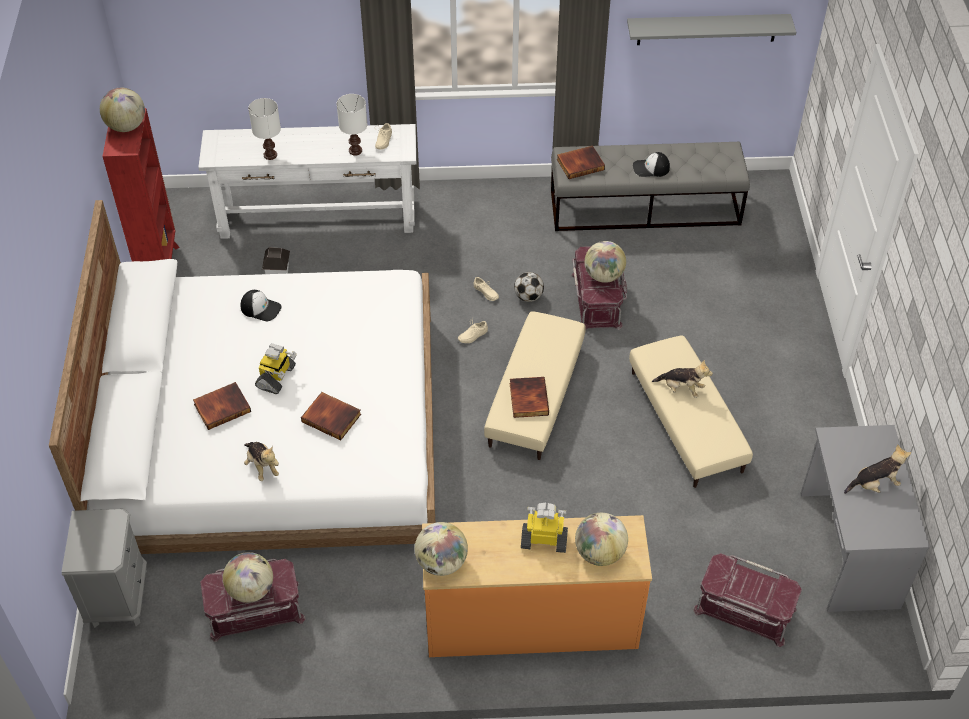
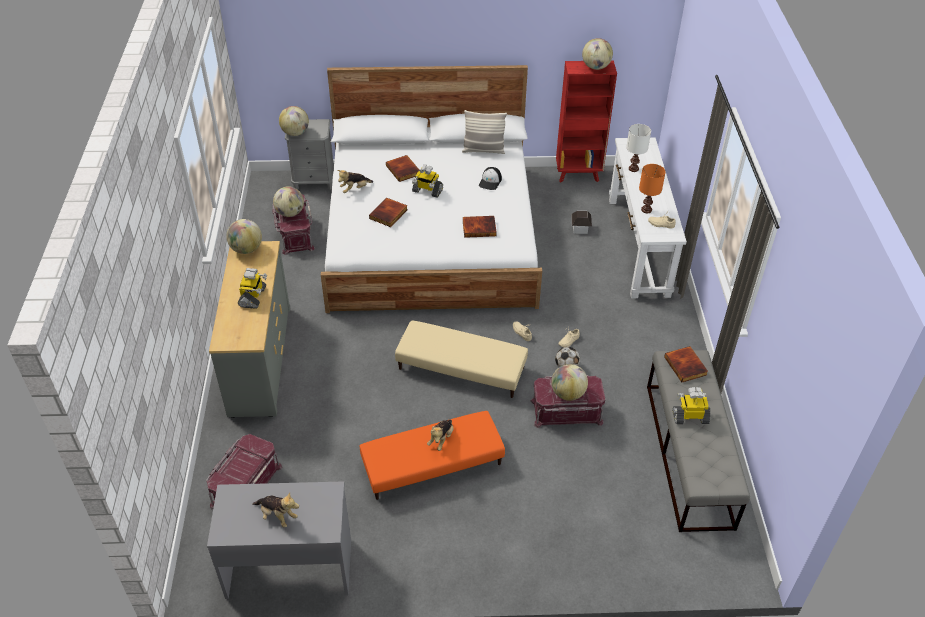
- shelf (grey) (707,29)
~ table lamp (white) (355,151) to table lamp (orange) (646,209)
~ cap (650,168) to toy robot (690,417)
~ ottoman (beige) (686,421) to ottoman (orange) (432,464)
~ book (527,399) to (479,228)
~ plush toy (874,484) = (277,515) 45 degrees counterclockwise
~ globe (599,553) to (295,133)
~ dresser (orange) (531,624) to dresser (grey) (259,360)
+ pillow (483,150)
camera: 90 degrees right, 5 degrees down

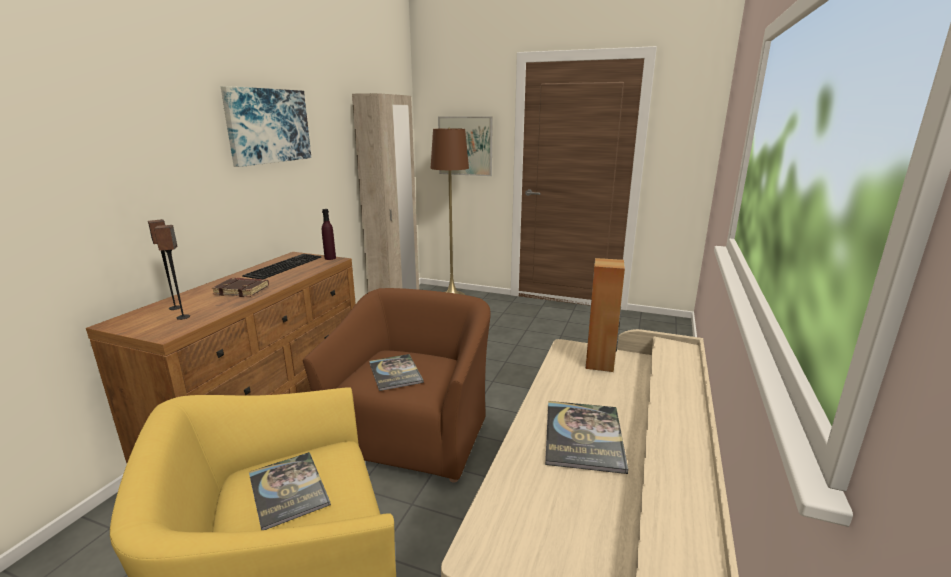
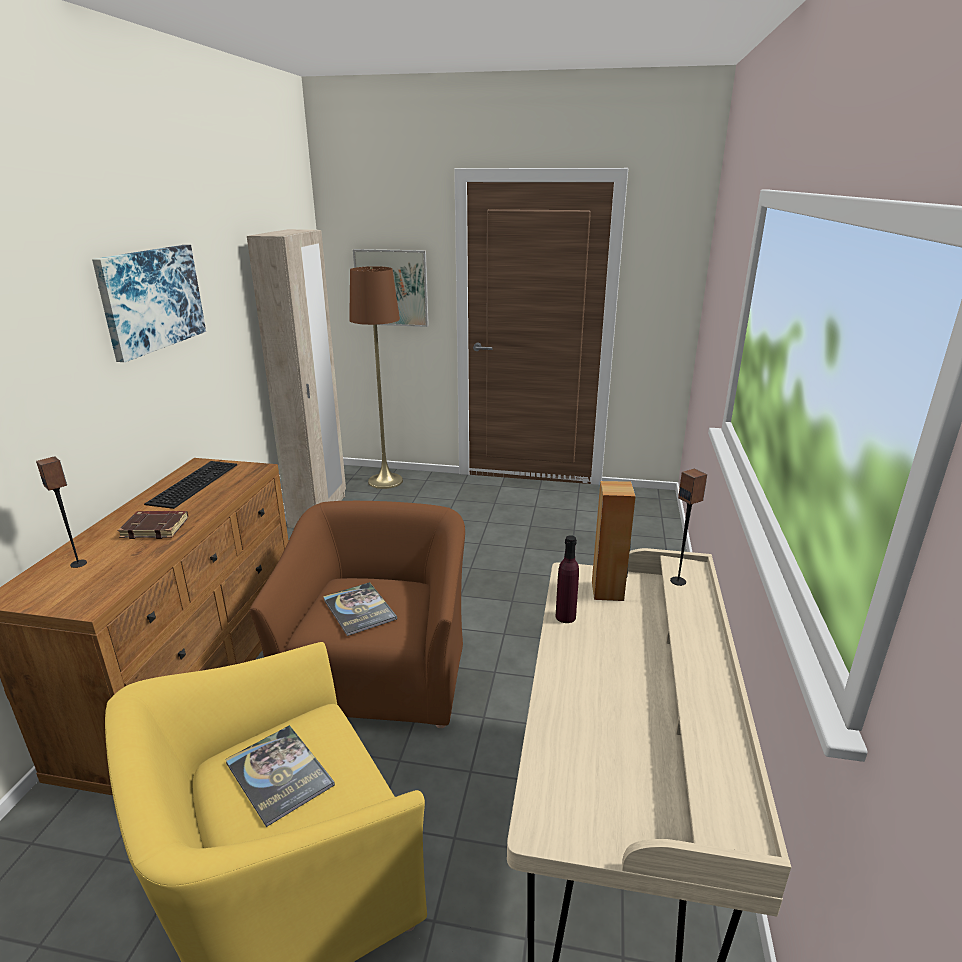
~ bottle (purple) (330,258) to (565,617)
~ speaker (183,317) to (678,581)
- book (583,436)
camera: 10 degrees left, 5 degrees up

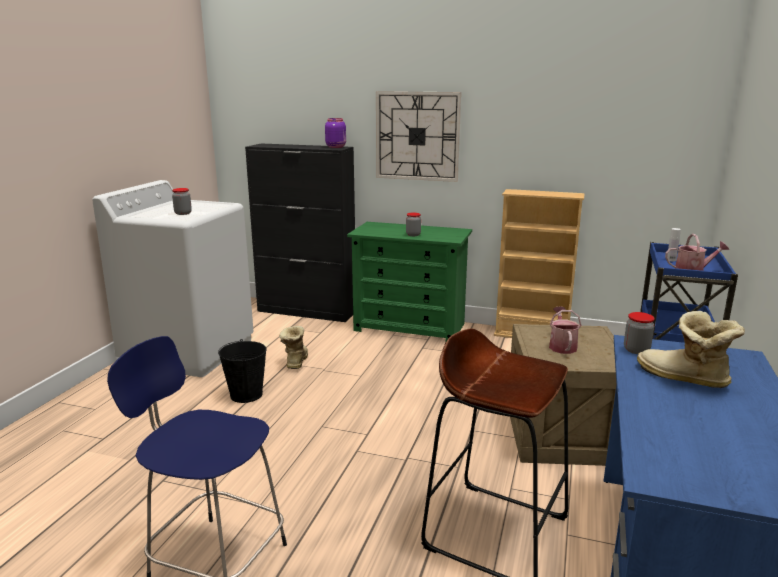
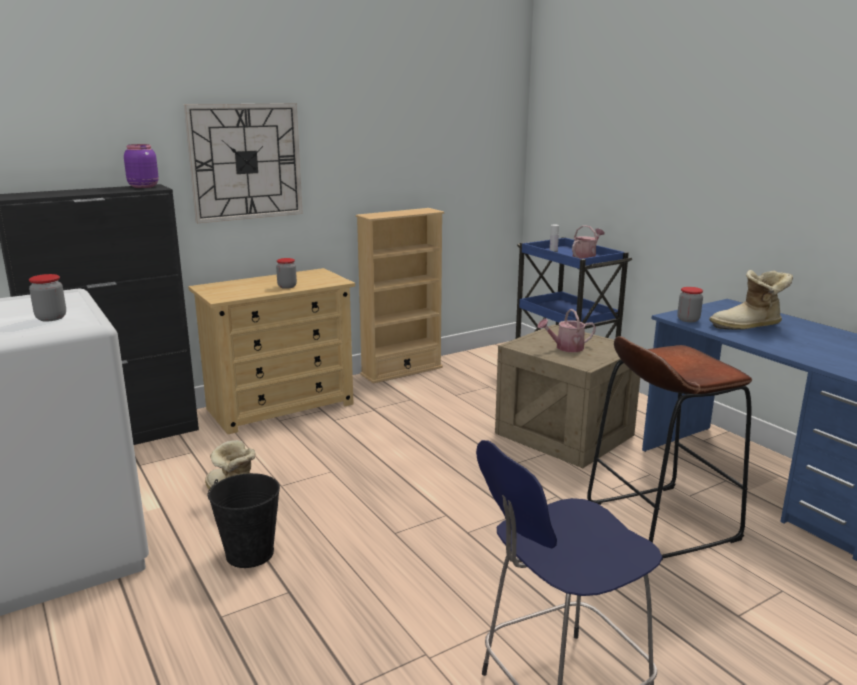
~ dresser (green) (410,327) to dresser (beige) (281,406)
~ watering can (562,346) = (566,348) 60 degrees counterclockwise
camera: 50 degrees left, 0 degrees up

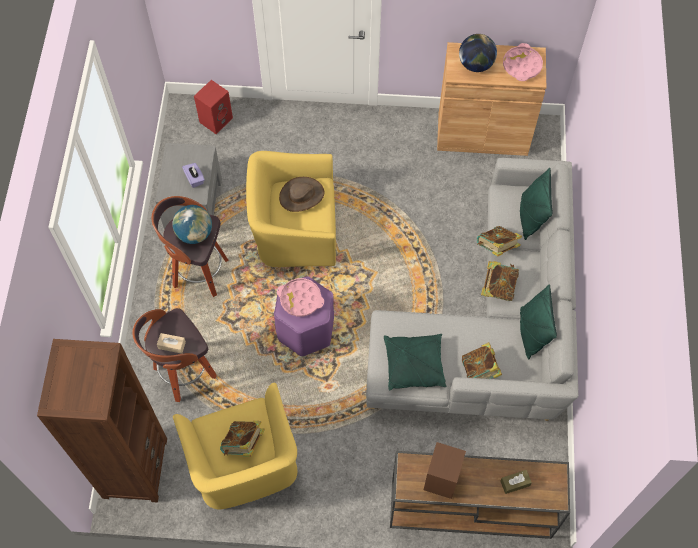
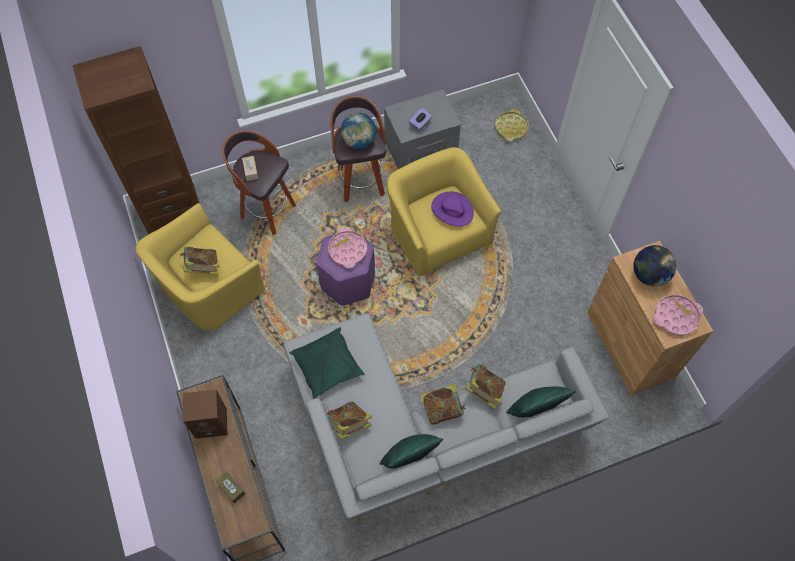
~ speaker (red) (216,119) to tray (yellow) (511,128)
~ hat (brown) (301,195) to hat (purple) (452,210)
camera: 65 degrees right, 0 degrees up

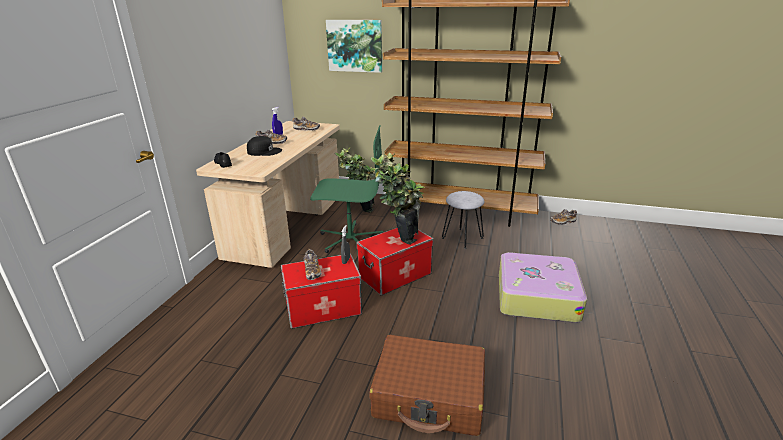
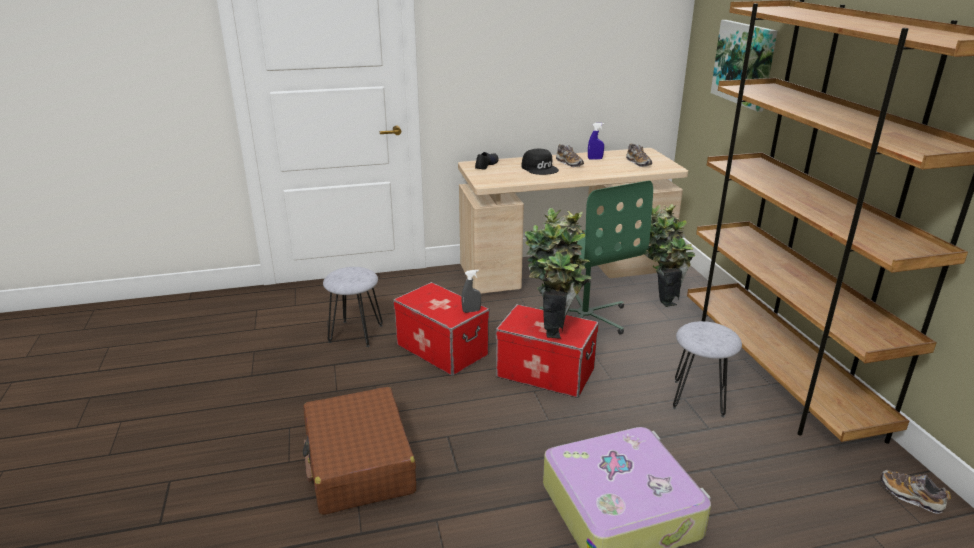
- shoe (312,271)
+ stool (grey) (356,333)
camera: 60 degrees right, 0 degrees up

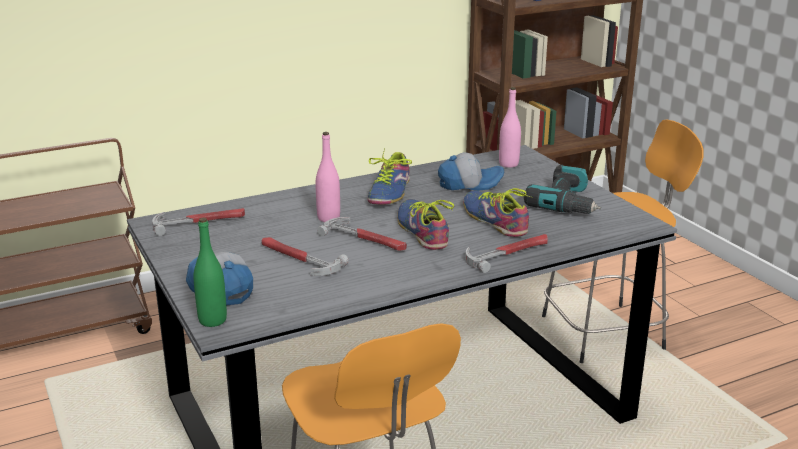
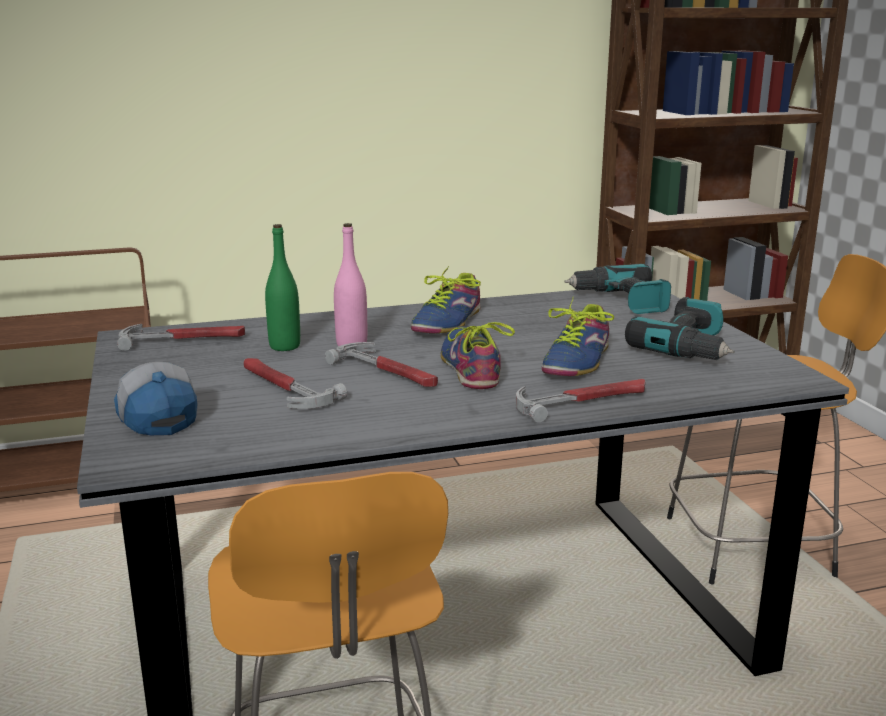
~ bottle (pink) (508,164) to power drill (621,301)
- cap (469,183)
~ shoe (494,220) = (577,361) 135 degrees counterclockwise
~ bottle (green) (212,320) to (284,346)
camera: 10 degrees right, 5 degrees down

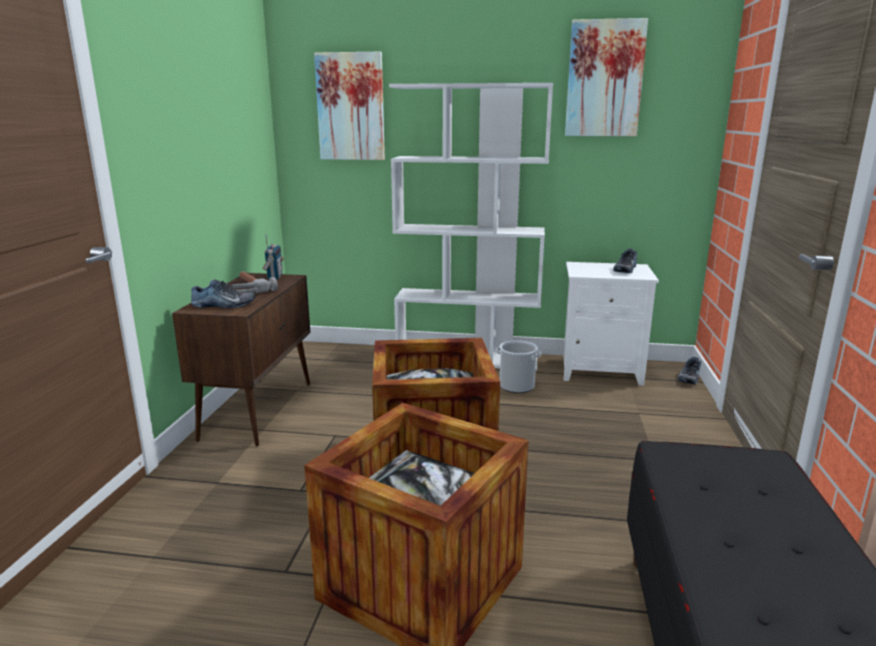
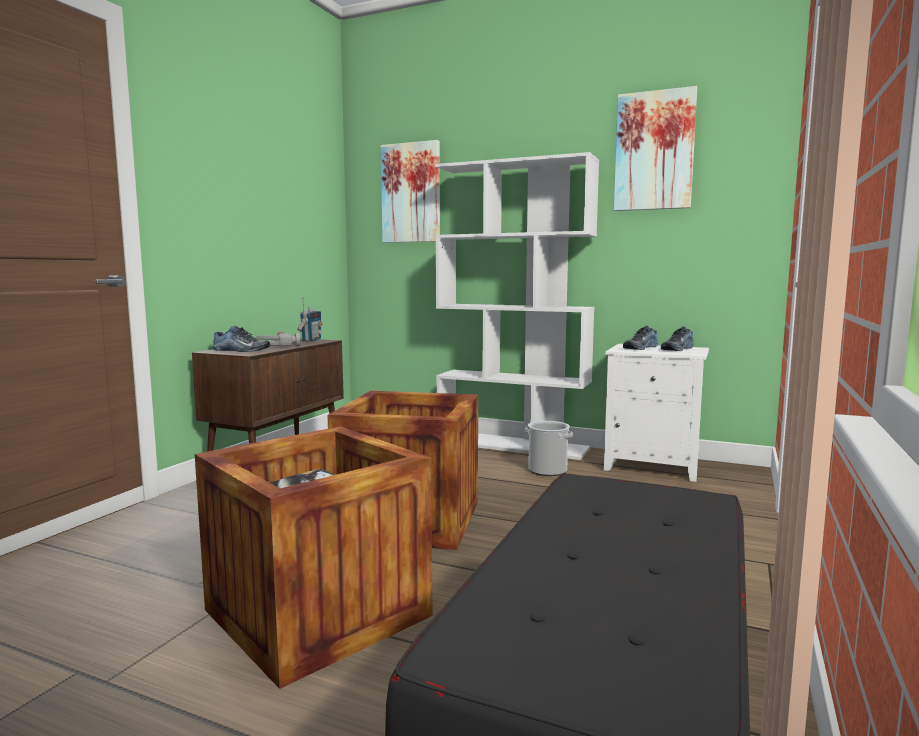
~ shoe (688,377) to (639,348)
camera: 15 degrees right, 10 degrees down

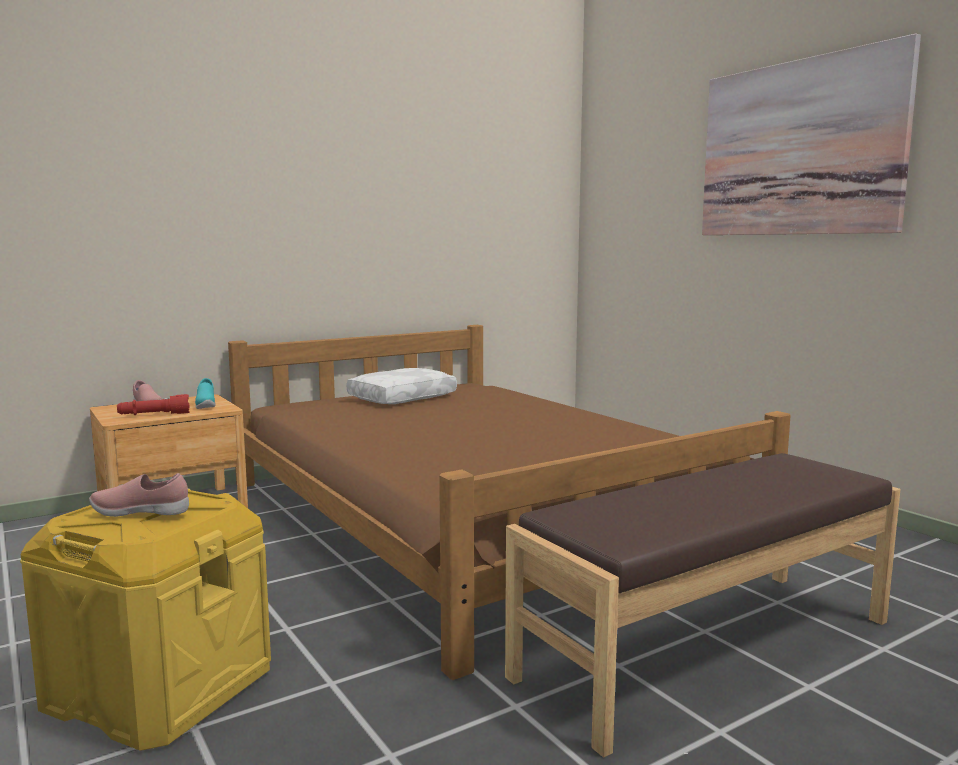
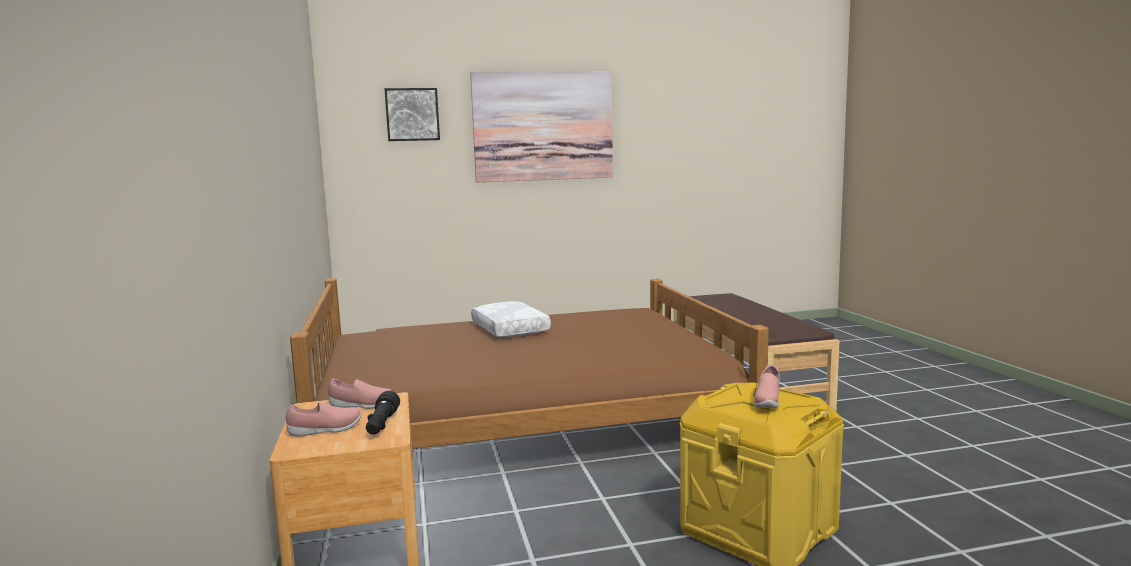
~ pillow (white) (402,397) to (508,329)
~ shoe (turquoise) (205,405) to shoe (pink) (361,405)
~ flashlight (red) (154,415) to flashlight (black) (382,424)
+ picture (412,114)
camera: 70 degrees left, 0 degrees up

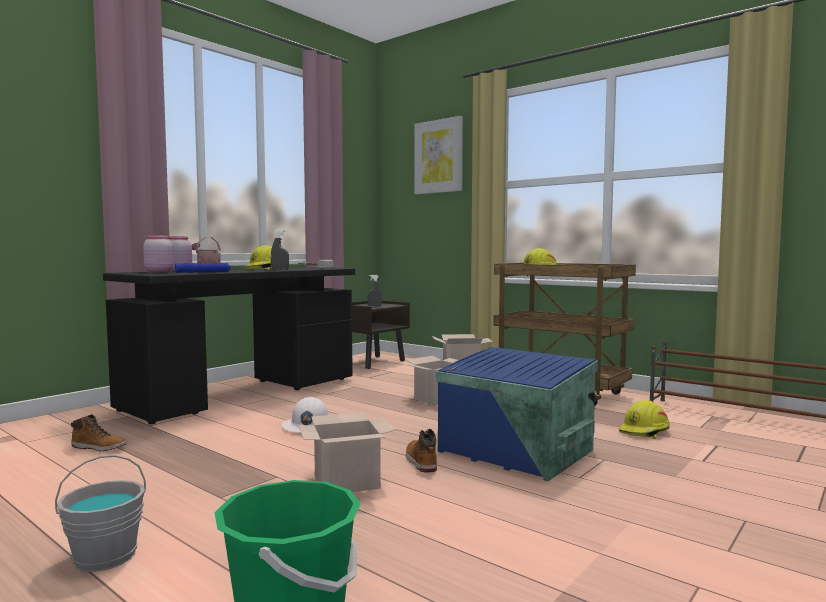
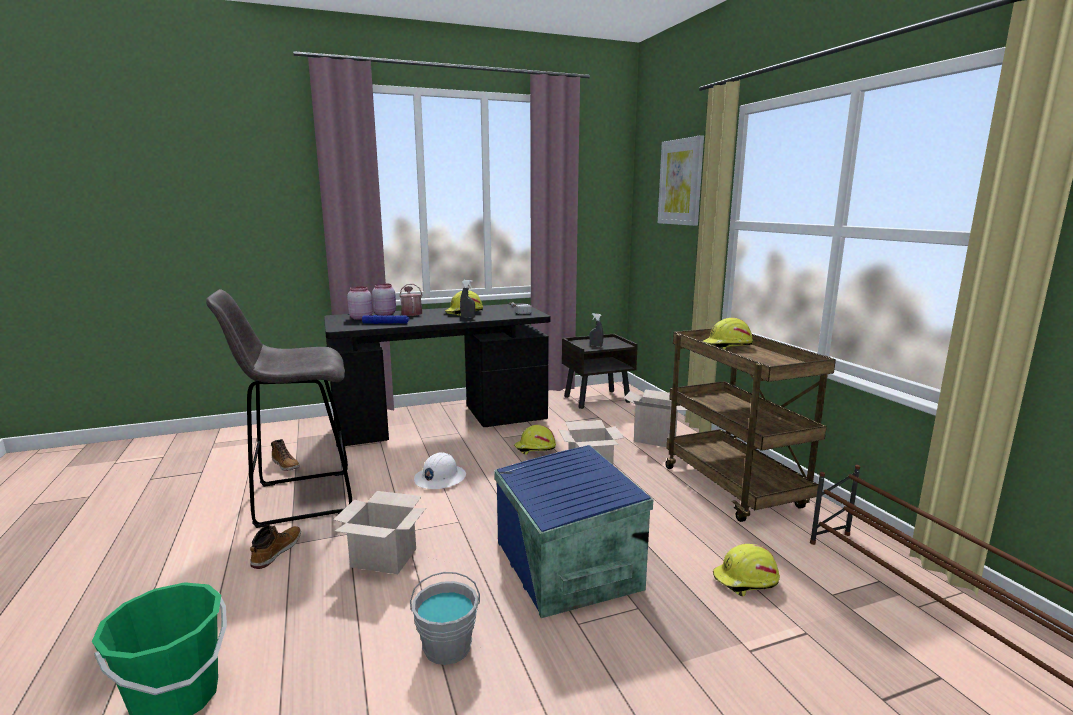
~ boot (420,462) to (276,551)
~ bucket (grey) (105,556) to (447,646)
+ stool (grey) (300,498)
+ hard hat (yellow) (534,448)
camera: 30 degrees right, 10 degrees up

